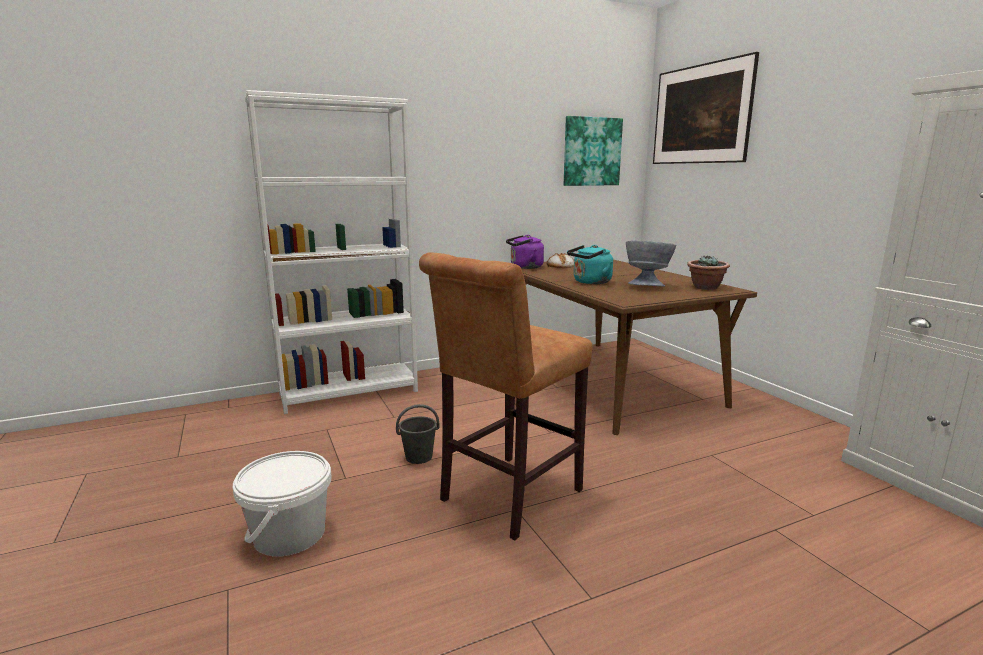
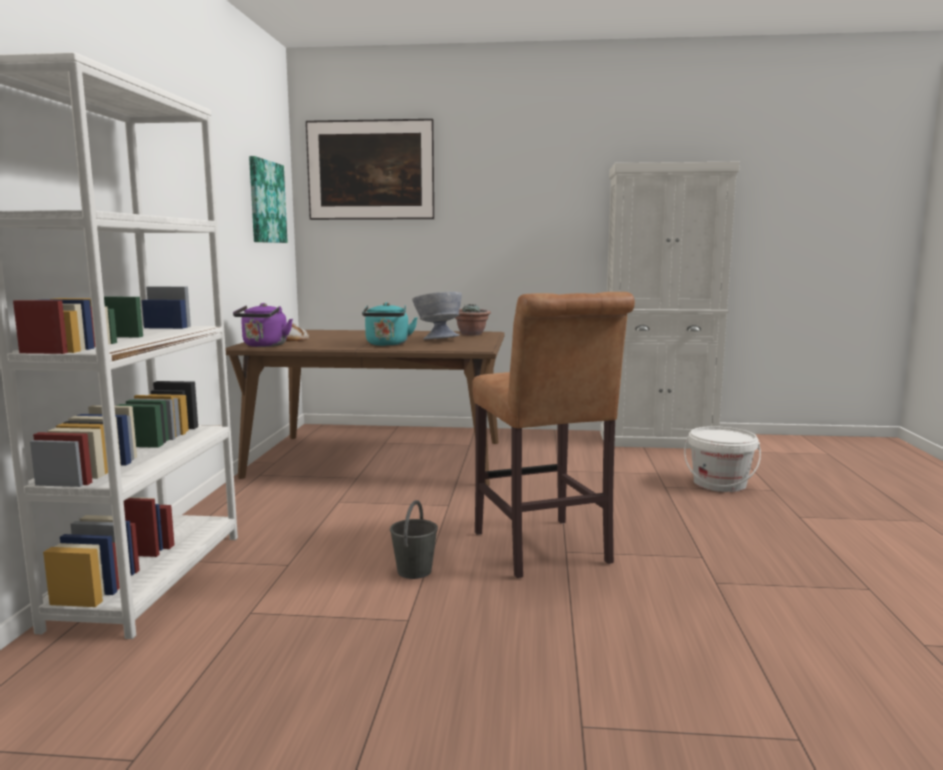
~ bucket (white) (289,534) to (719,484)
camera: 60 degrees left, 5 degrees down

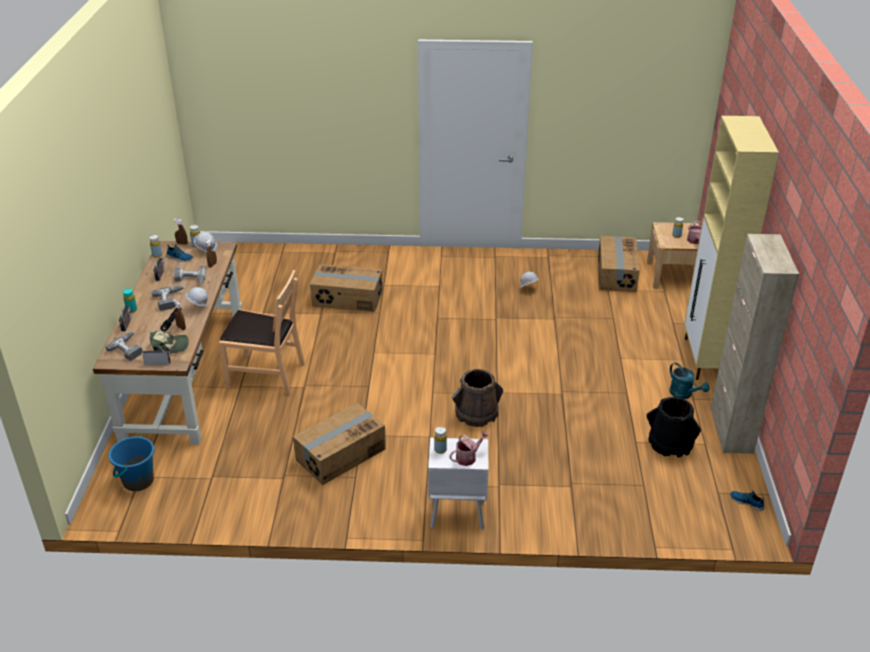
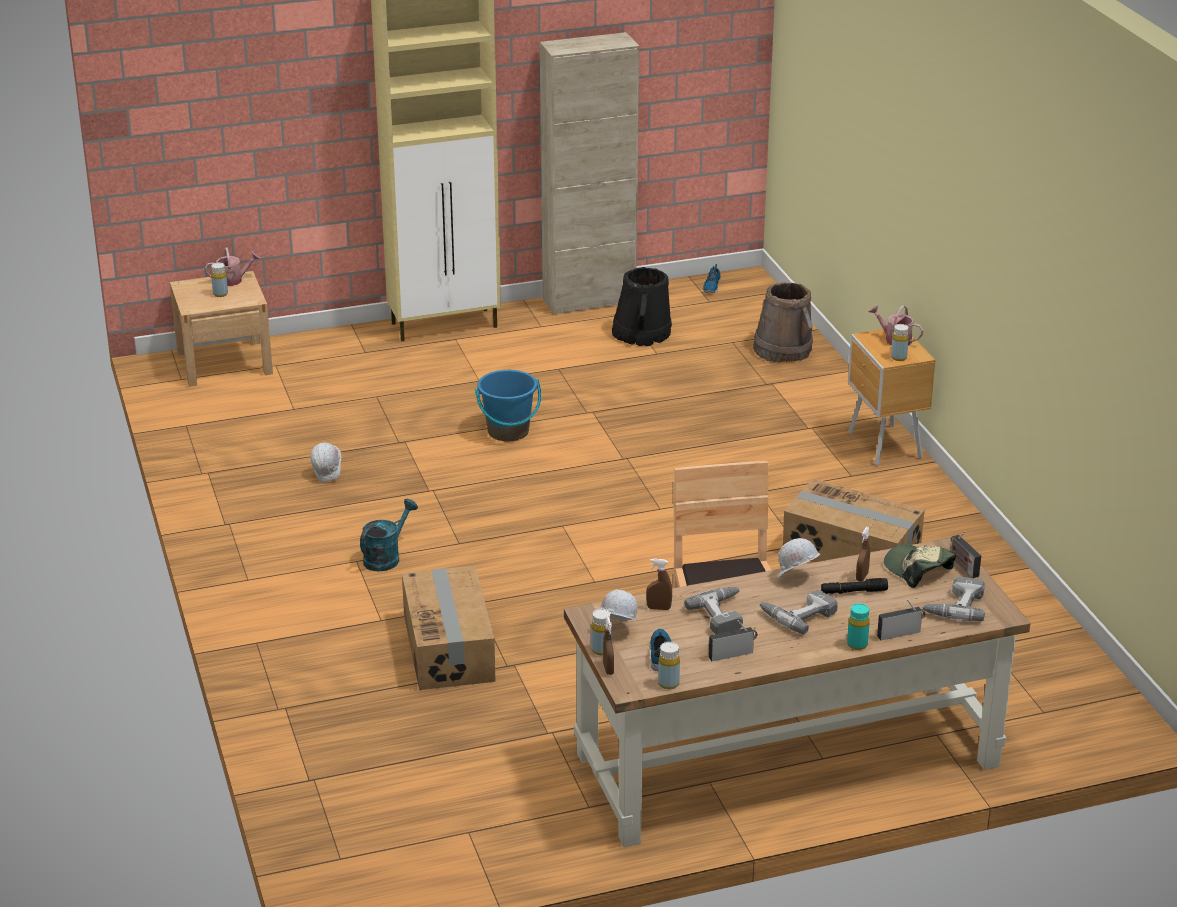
- cardboard box (616,274)
~ watering can (turquoise) (684,394) to (386,557)
~ bucket (brown) (476,413) to (783,349)
~ bucket (blue) (138,481) to (508,432)
~ nightstand (white) (456,514) to nightstand (brown) (884,446)
camera: 110 degrees left, 5 degrees down

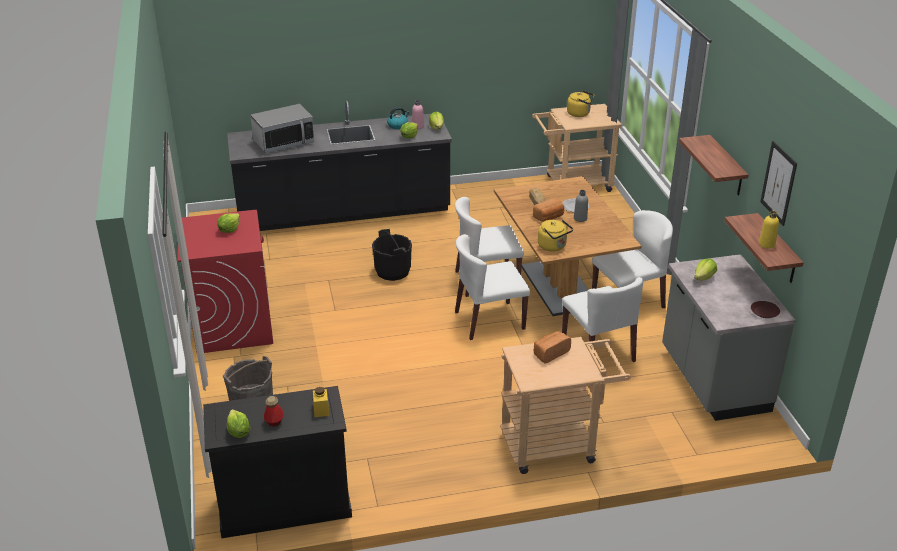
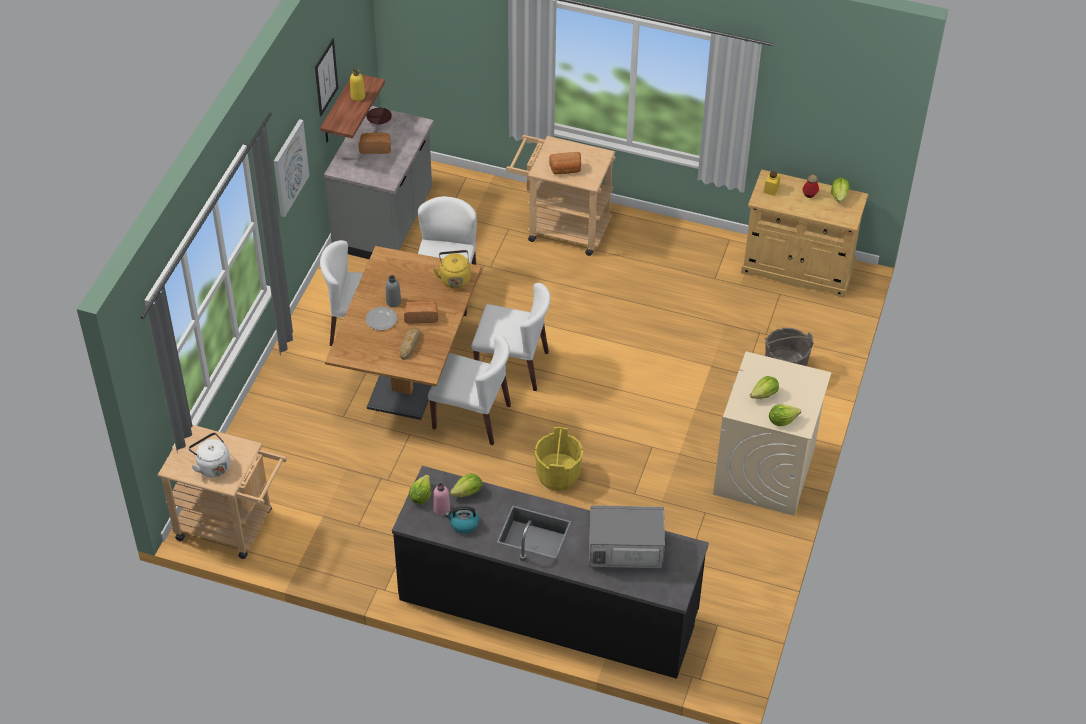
~ kettle (yellow) (580,114) to kettle (white) (212,465)
~ shelf (726,166) to picture (289,167)
~ washing machine (red) (232,325) to washing machine (beige) (764,472)
~ bucket (black) (393,271) to bucket (yellow) (558,475)
~ lettuce (704,278) to (782,420)
~ cabinet (black) (284,505) to cabinet (beige) (797,268)
+ bread (375,148)
camera: 150 degrees left, 15 degrees up

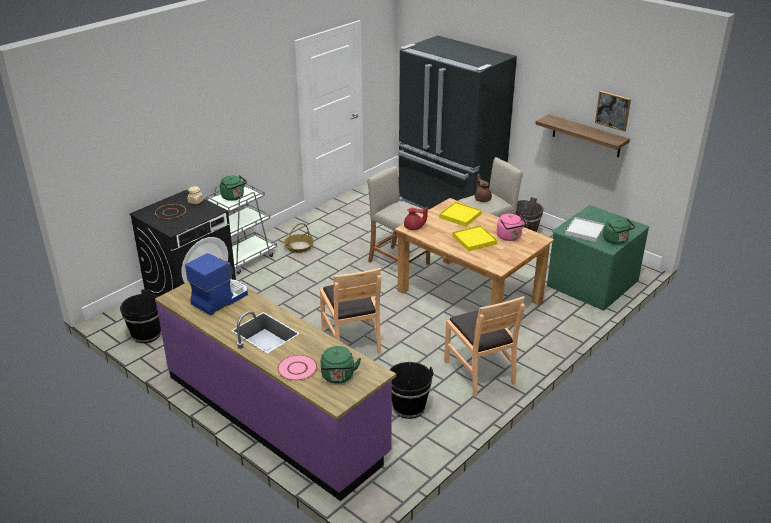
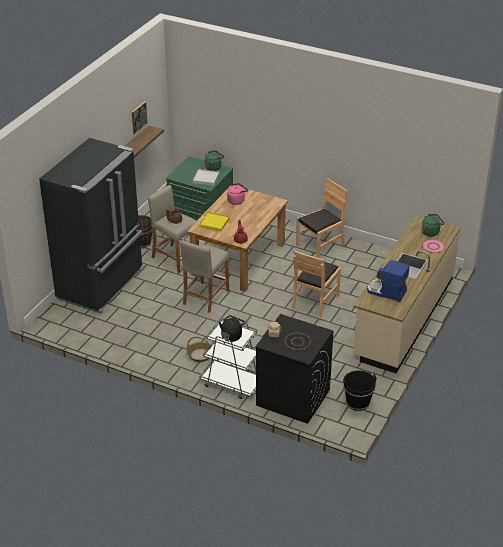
~ kettle (green) (234,197) to kettle (black) (232,335)
- tray (yellow) (474,240)
~ chair (brown) (352,340) = (314,301) 150 degrees clockwise
~ counter (purple) (275,415) to counter (beige) (403,317)
- bucket (black) (409,407)
camera: 105 degrees left, 5 degrees up

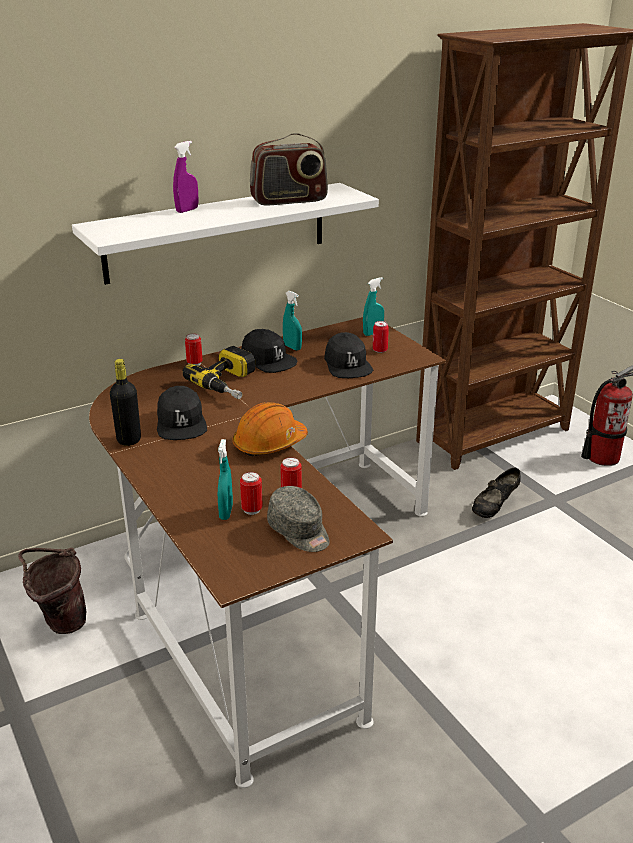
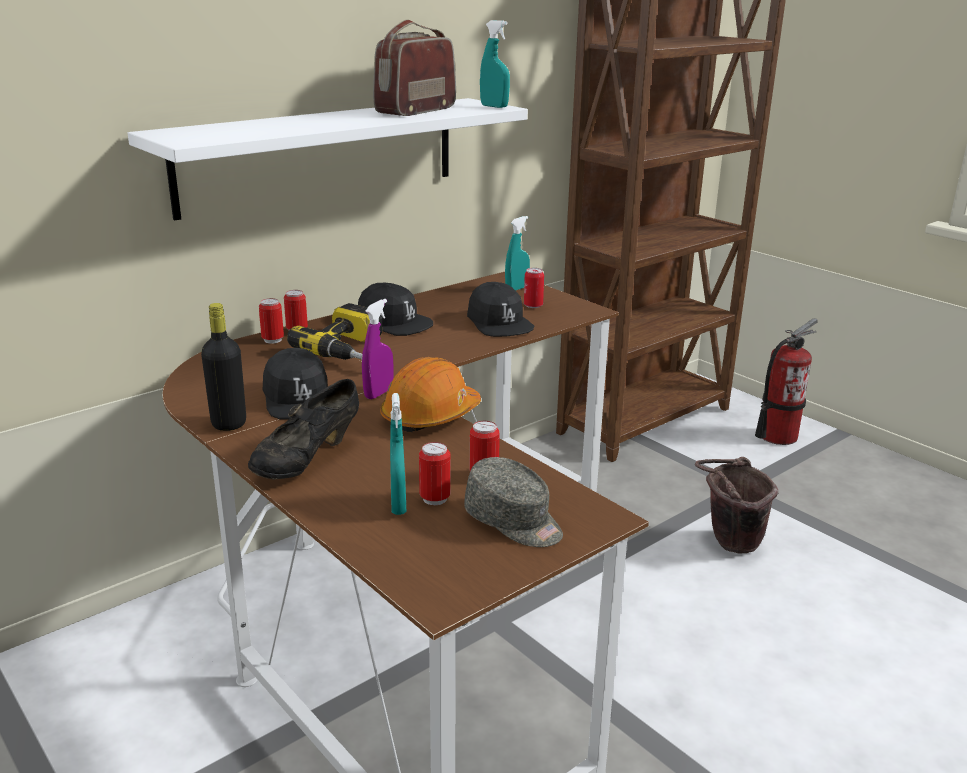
~ radio (289,200) = (415,110) 150 degrees clockwise
~ spray bottle (purple) (187,210) to (378,393)
~ spray bottle (turquoise) (292,347) to (494,106)
~ shoe (black) (494,507) to (307,461)
~ bucket (brown) (60,622) to (728,543)
+ can (273,340)
camera: 10 degrees left, 5 degrees down

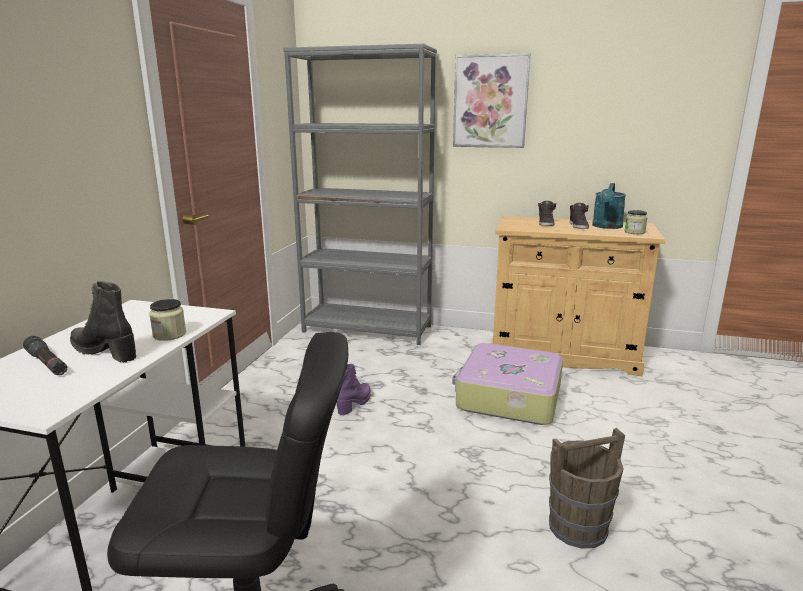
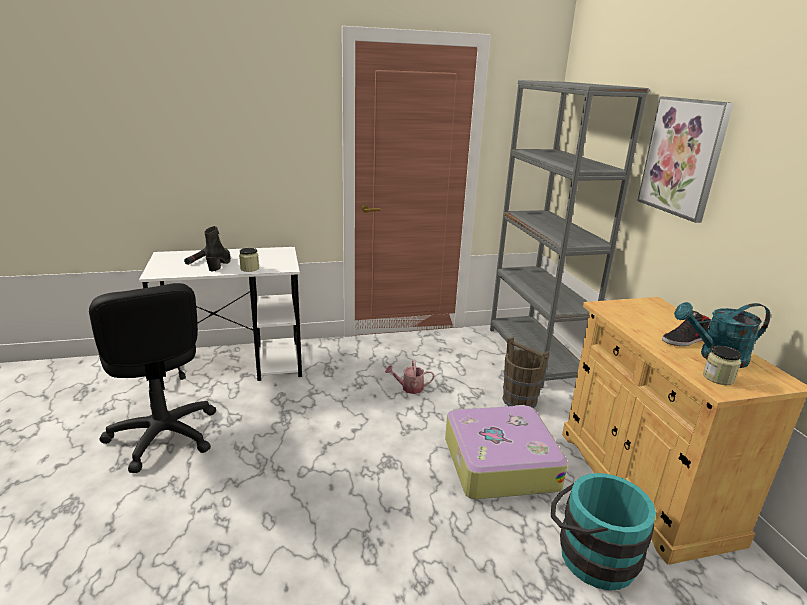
- shoe (black) (546,223)
~ boot (purple) (355,403) to watering can (409,388)
~ bucket (brown) (578,527) to (520,400)
+ bucket (turquoise) (590,554)
camera: 60 degrees right, 5 degrees up

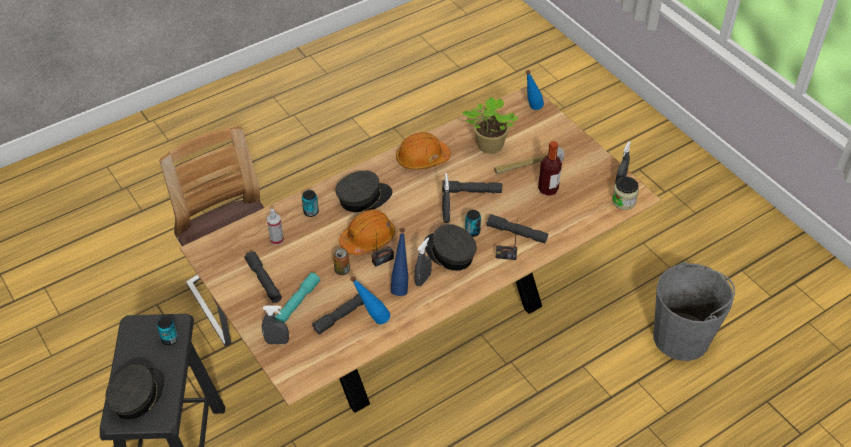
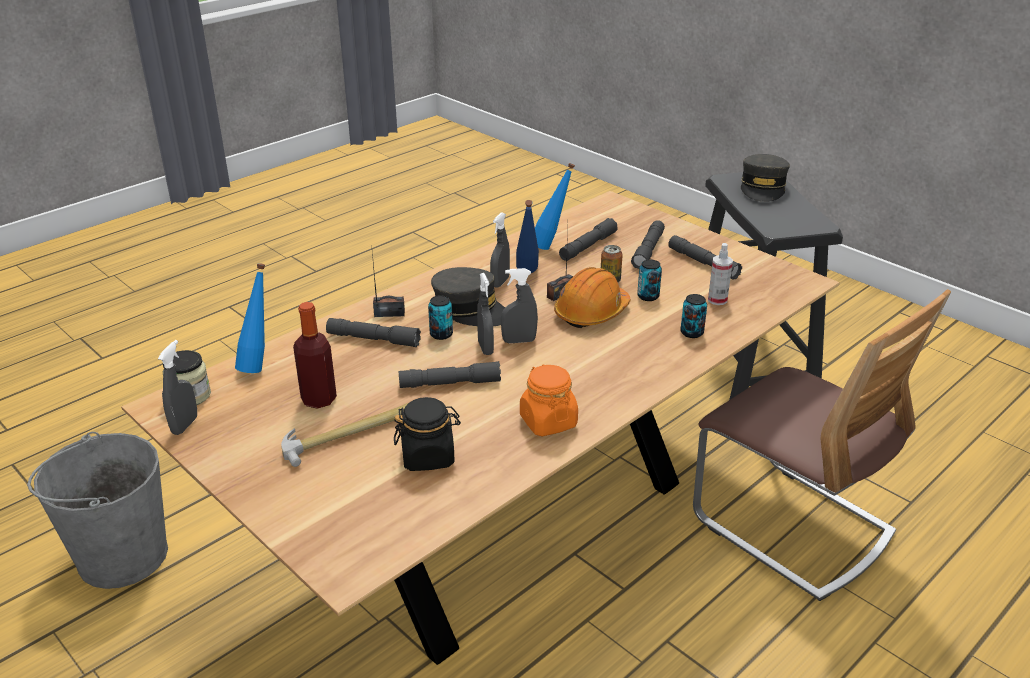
~ bottle (blue) (531,110) to (259,365)
~ potted plant (488,146) to jar (black) (428,456)
~ hard hat (orange) (422,159) to jar (orange) (548,421)
- cap (grey) (363,198)
~ flashlight (turquoise) (297,303) to flashlight (grey) (648,250)
~ spray bottle (grey) (277,341) to (519,341)
~ can (170,339) to (648,296)
camera: 170 degrees right, 15 degrees down

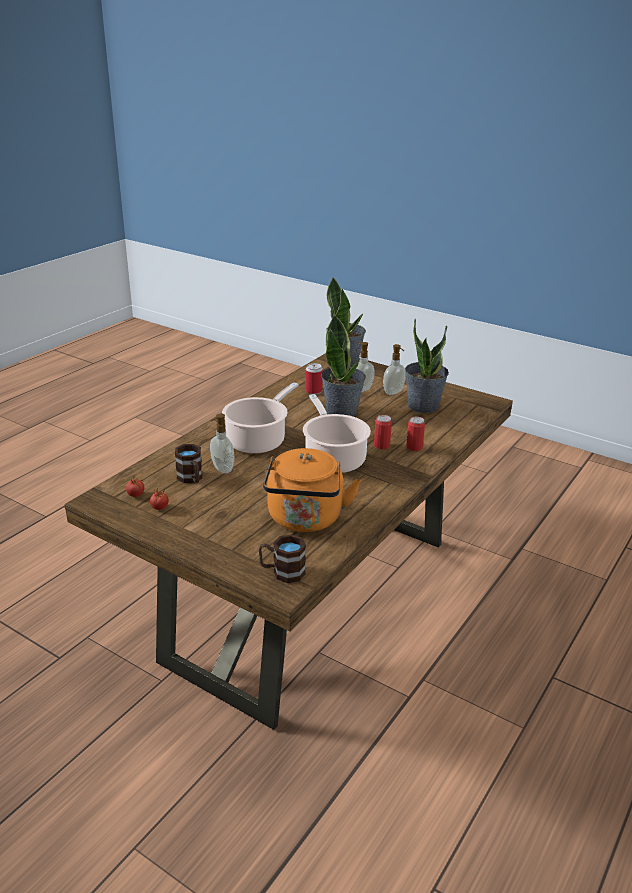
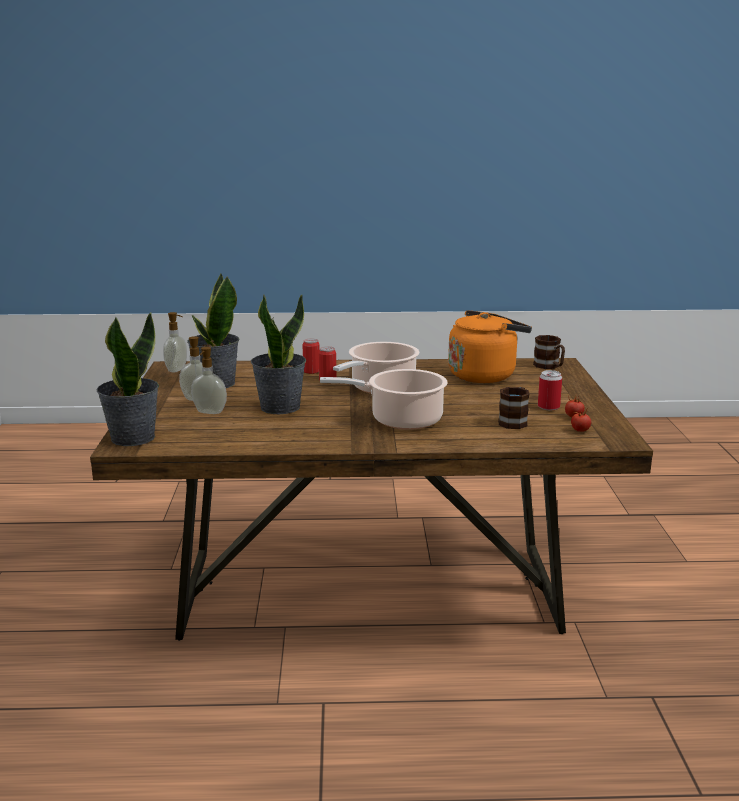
~ can (313,391) to (548,407)
~ soap dispenser (222,469) to (177,370)
camera: 125 degrees left, 10 degrees down

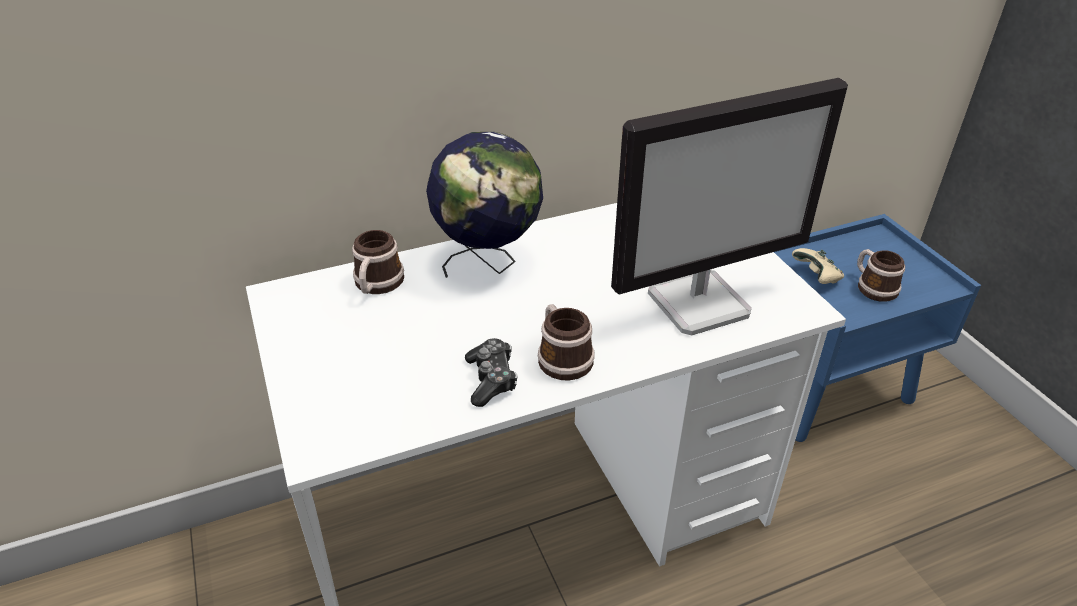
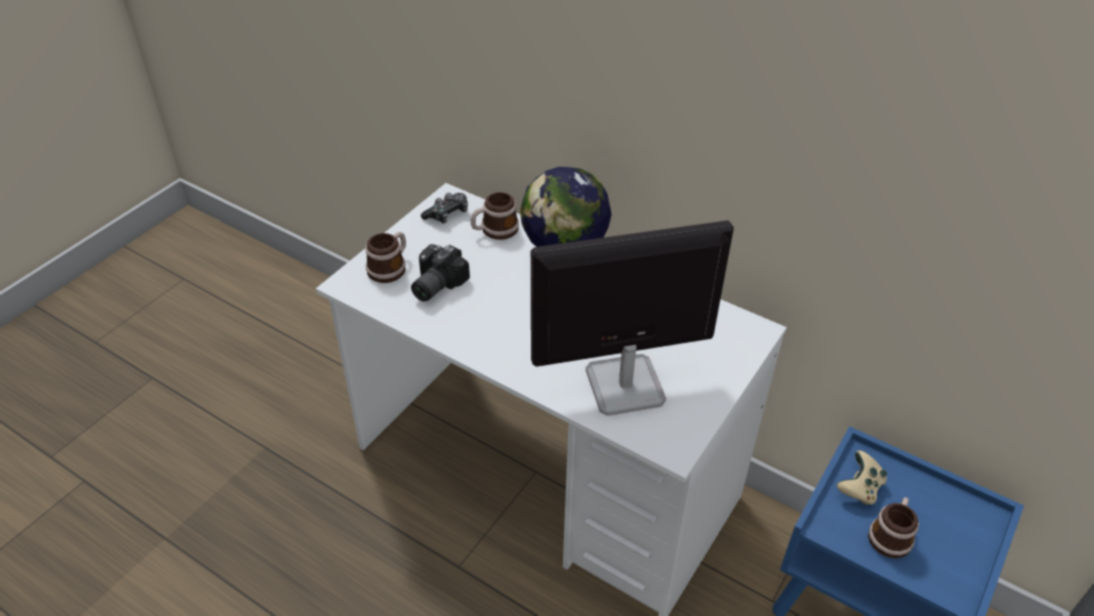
~ monitor (699,302) = (623,386) 135 degrees clockwise
~ mug (562,357) to (390,267)
~ game controller (491,379) to (447,214)
+ photo camera (434,284)
camera: 55 degrees right, 5 degrees up

